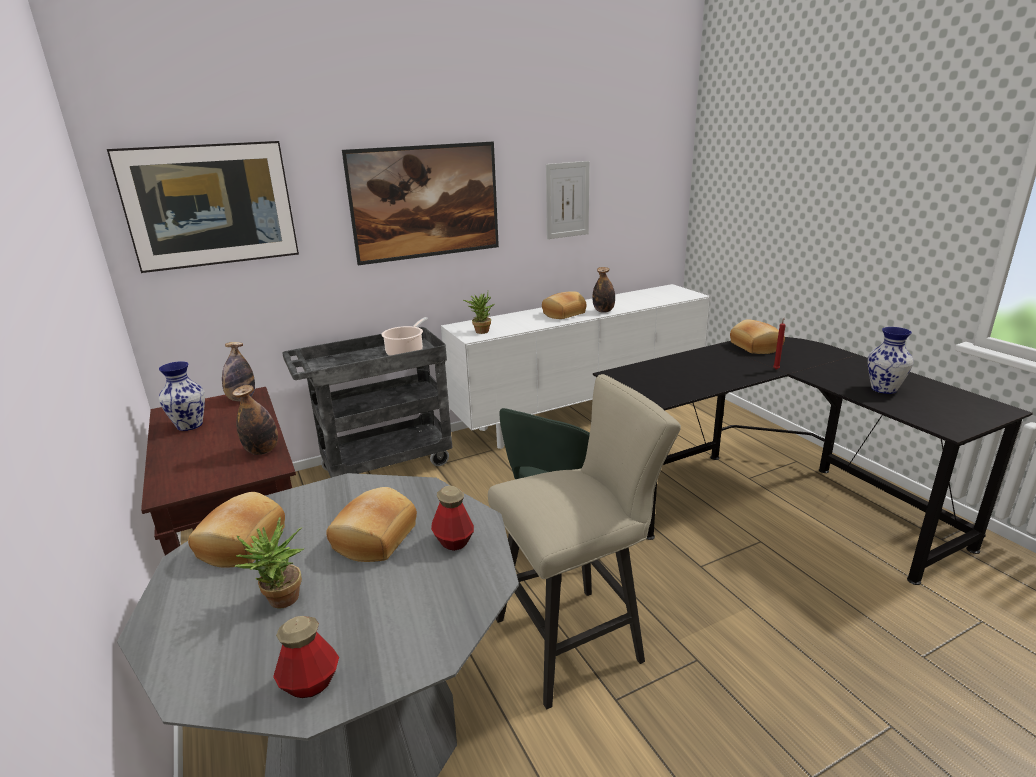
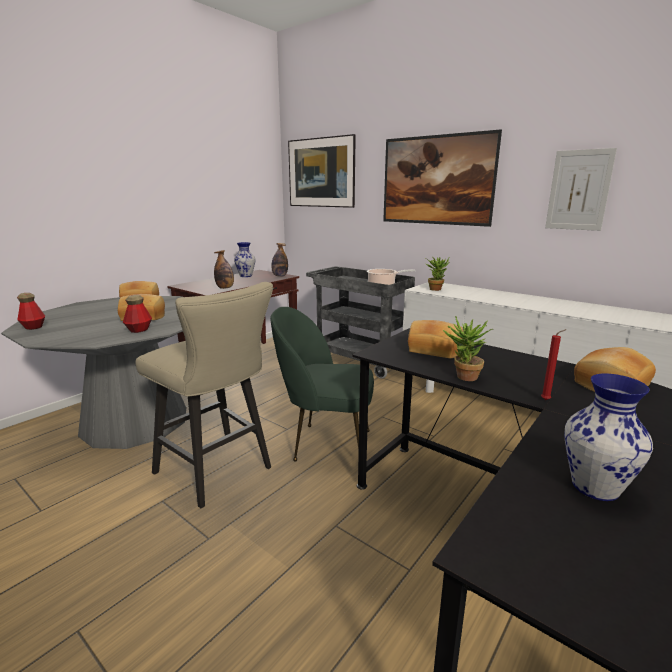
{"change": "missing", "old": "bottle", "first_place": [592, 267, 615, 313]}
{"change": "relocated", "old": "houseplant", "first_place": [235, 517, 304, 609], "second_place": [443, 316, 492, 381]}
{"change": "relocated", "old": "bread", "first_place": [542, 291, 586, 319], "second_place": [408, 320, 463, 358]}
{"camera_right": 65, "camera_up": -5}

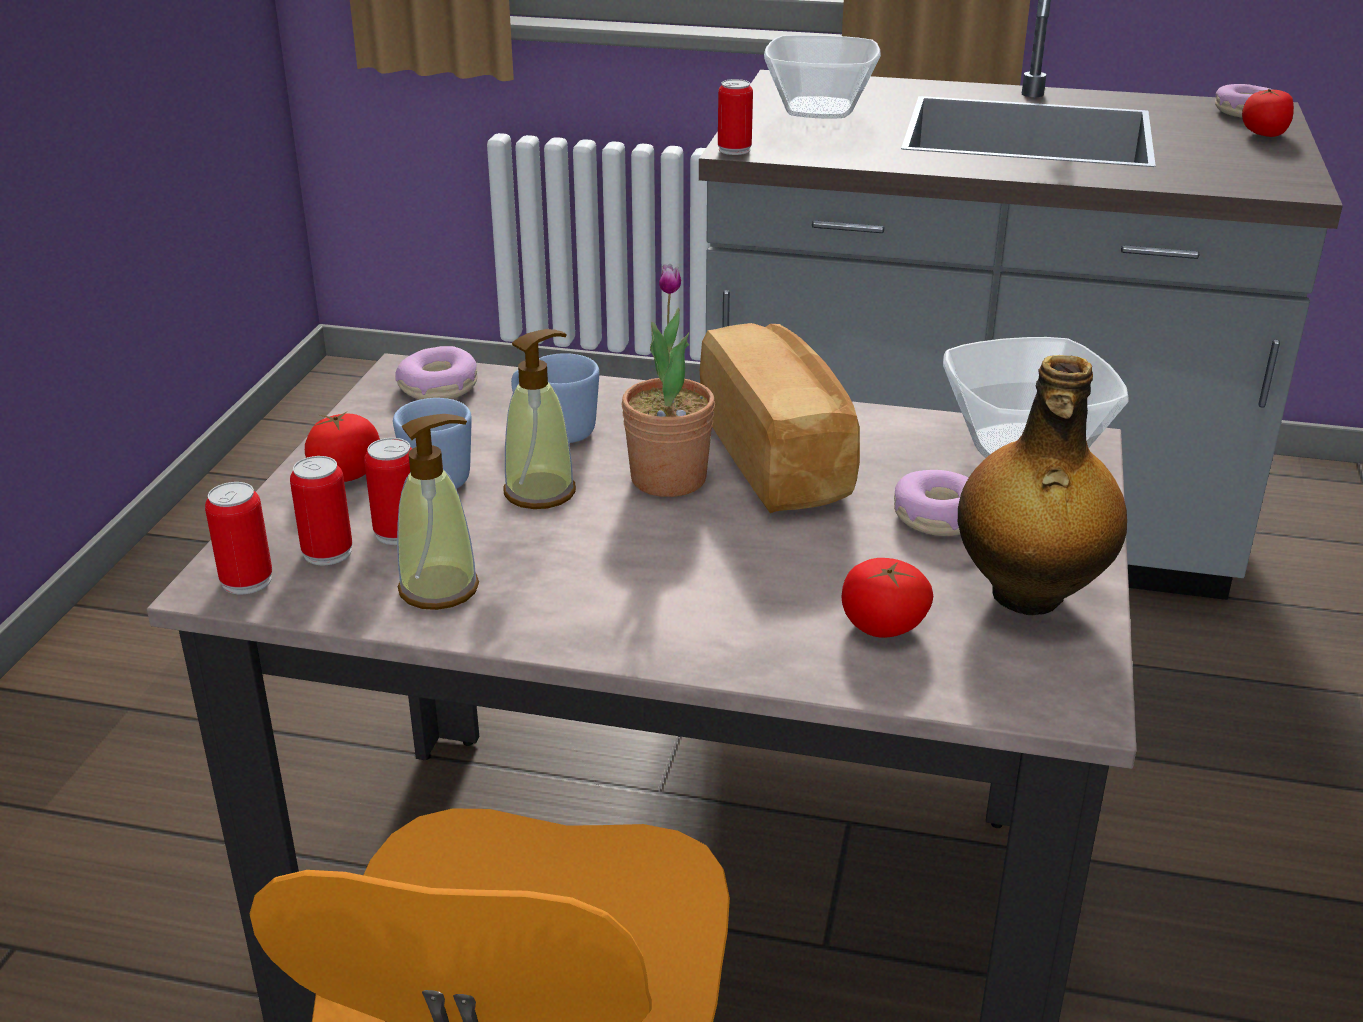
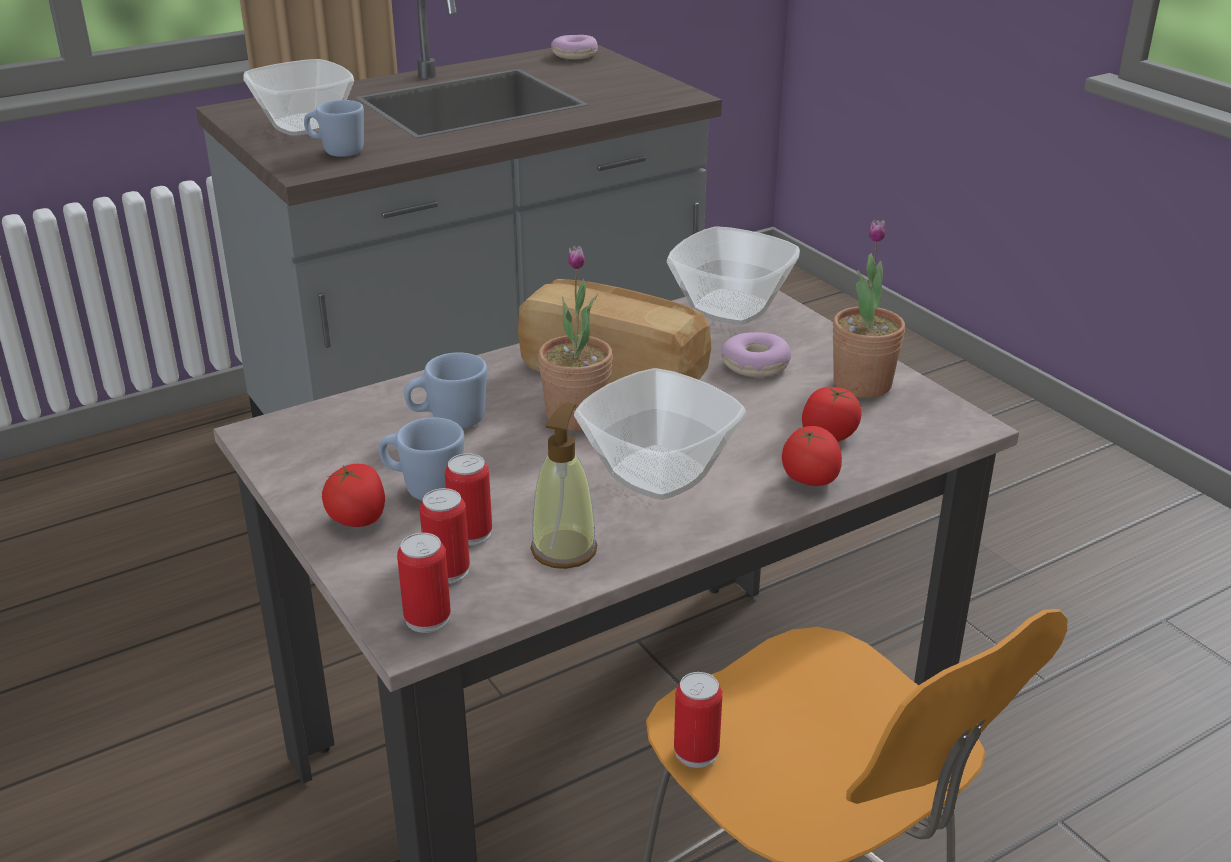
{"change": "missing", "old": "ring_doughnut", "first_place": [395, 346, 477, 400]}
{"change": "missing", "old": "soap_bottle", "first_place": [504, 329, 576, 509]}
{"change": "appeared", "new": "blue-coloured_mug", "second_place": [304, 100, 364, 157]}
{"change": "appeared", "new": "bowl", "second_place": [574, 368, 746, 500]}
{"change": "relocated", "old": "can", "first_place": [718, 79, 753, 155], "second_place": [674, 672, 723, 768]}
{"change": "relocated", "old": "fresh_tomato", "first_place": [1242, 88, 1294, 137], "second_place": [782, 426, 842, 486]}
{"change": "exchanged", "old": "bottle", "new": "houseplant", "first_place": [958, 355, 1127, 615], "second_place": [833, 220, 905, 398]}
{"camera_right": -45, "camera_up": 0}

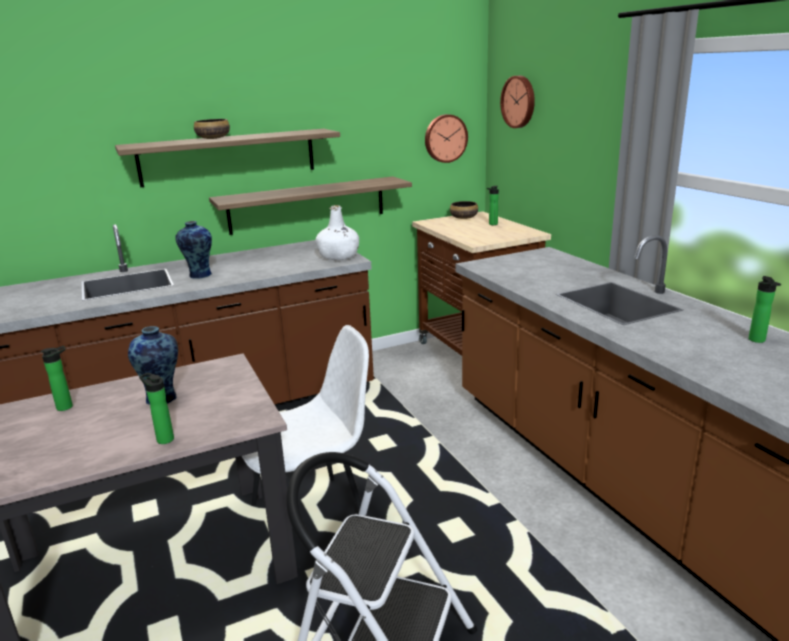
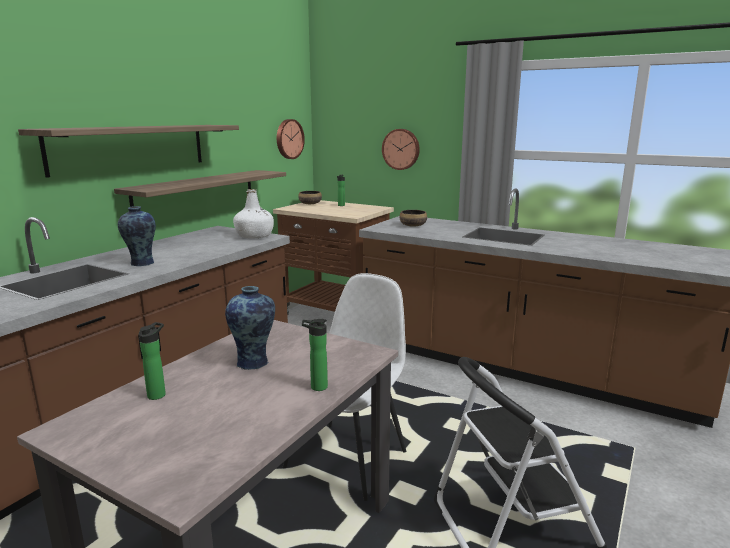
{"change": "missing", "old": "bottle", "first_place": [749, 276, 781, 343]}
{"change": "relocated", "old": "bowl", "first_place": [194, 119, 230, 139], "second_place": [399, 210, 427, 227]}
{"change": "relocated", "old": "clock_on_the_wall", "first_place": [500, 76, 535, 128], "second_place": [382, 129, 420, 170]}
{"camera_right": -35, "camera_up": -5}

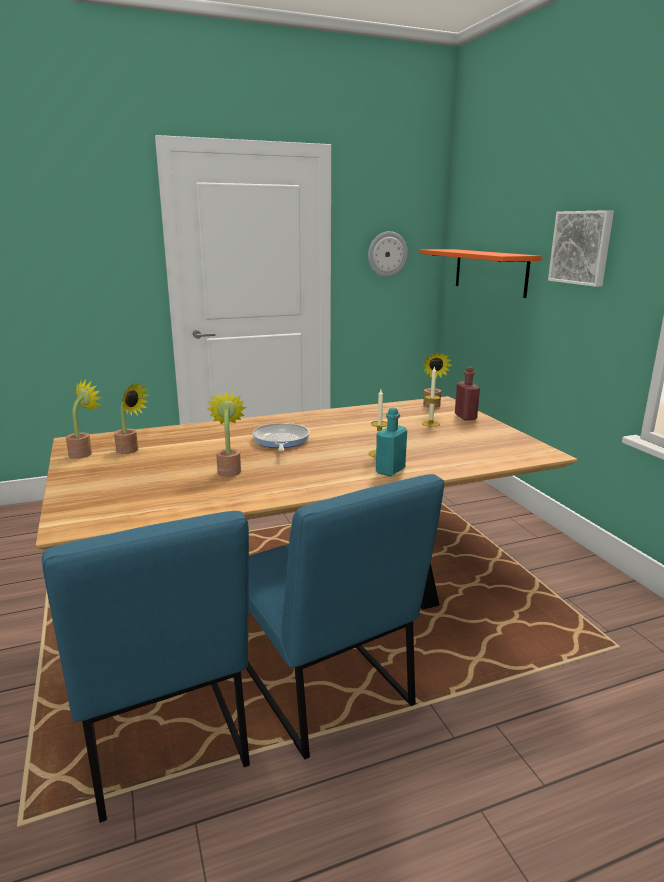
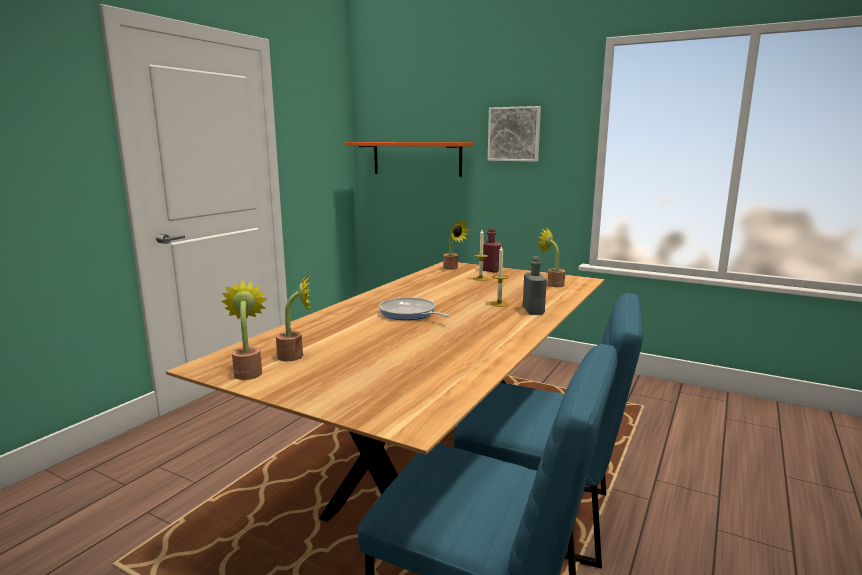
{"change": "missing", "old": "clock_on_the_wall", "first_place": [368, 231, 408, 277]}
{"change": "relocated", "old": "houseplant", "first_place": [207, 392, 246, 477], "second_place": [537, 228, 565, 287]}
{"change": "colour", "old": "turquoise-coloured_bottle", "new": "greyish_bottle", "first_place": [376, 407, 407, 476], "second_place": [523, 256, 547, 315]}
{"camera_right": -40, "camera_up": -5}

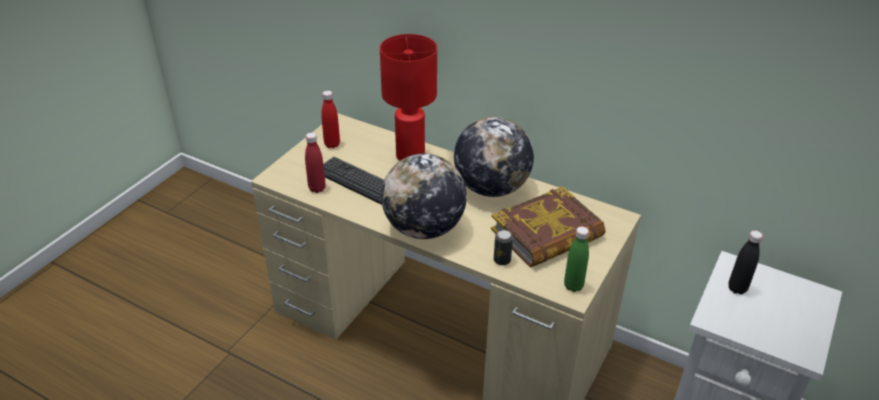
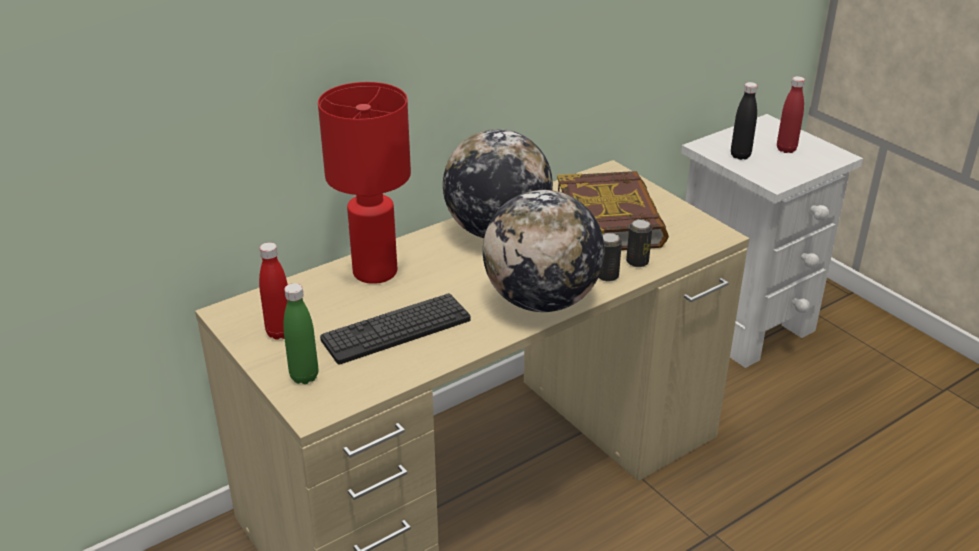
{"change": "appeared", "new": "can", "second_place": [599, 233, 622, 282]}
{"change": "relocated", "old": "red-coloured_bottle", "first_place": [305, 132, 326, 193], "second_place": [777, 76, 805, 153]}
{"change": "relocated", "old": "greenish_bottle", "first_place": [564, 226, 589, 292], "second_place": [283, 283, 318, 384]}
{"camera_right": -65, "camera_up": -5}

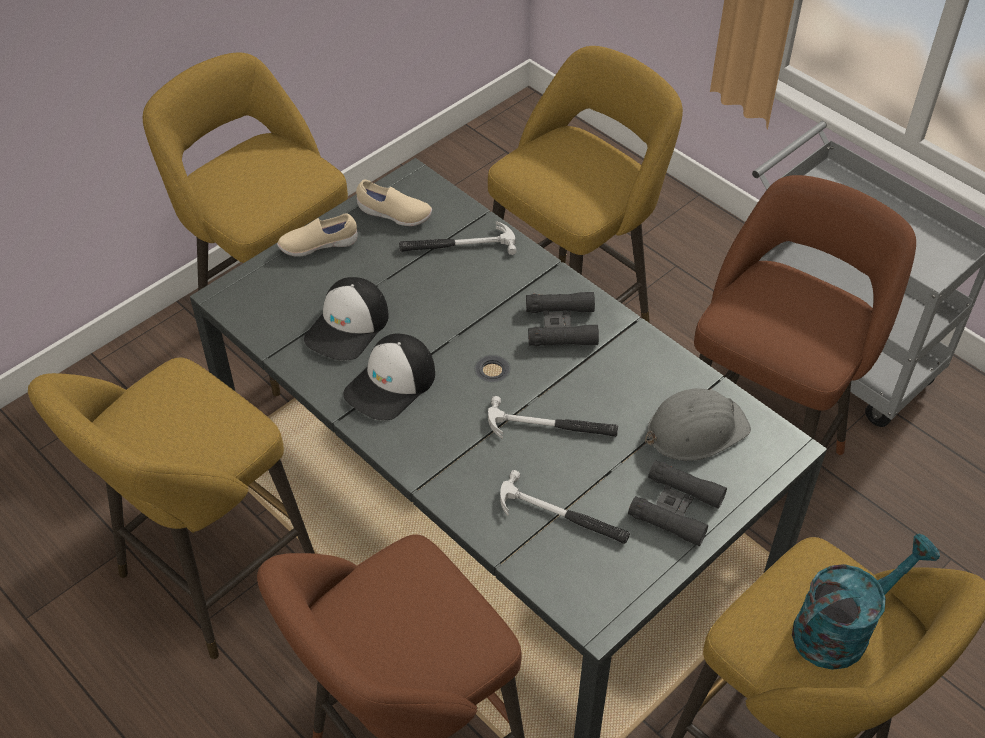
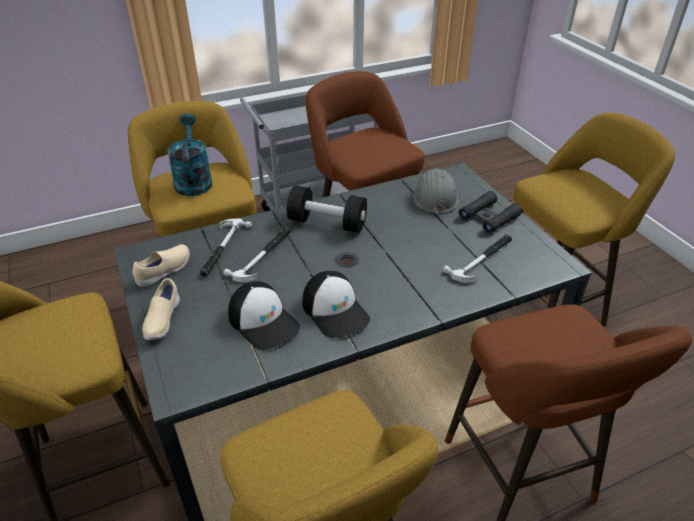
{"change": "relocated", "old": "hand_hammer", "first_place": [488, 396, 618, 439], "second_place": [223, 227, 291, 282]}
{"change": "relocated", "old": "turquoise-coloured_watering_can", "first_place": [792, 534, 940, 670], "second_place": [167, 114, 212, 196]}
{"change": "exchanged", "old": "blackish_field_glasses", "new": "blackish_dumbbell", "first_place": [526, 292, 599, 346], "second_place": [287, 185, 367, 233]}
{"camera_right": -70, "camera_up": -10}

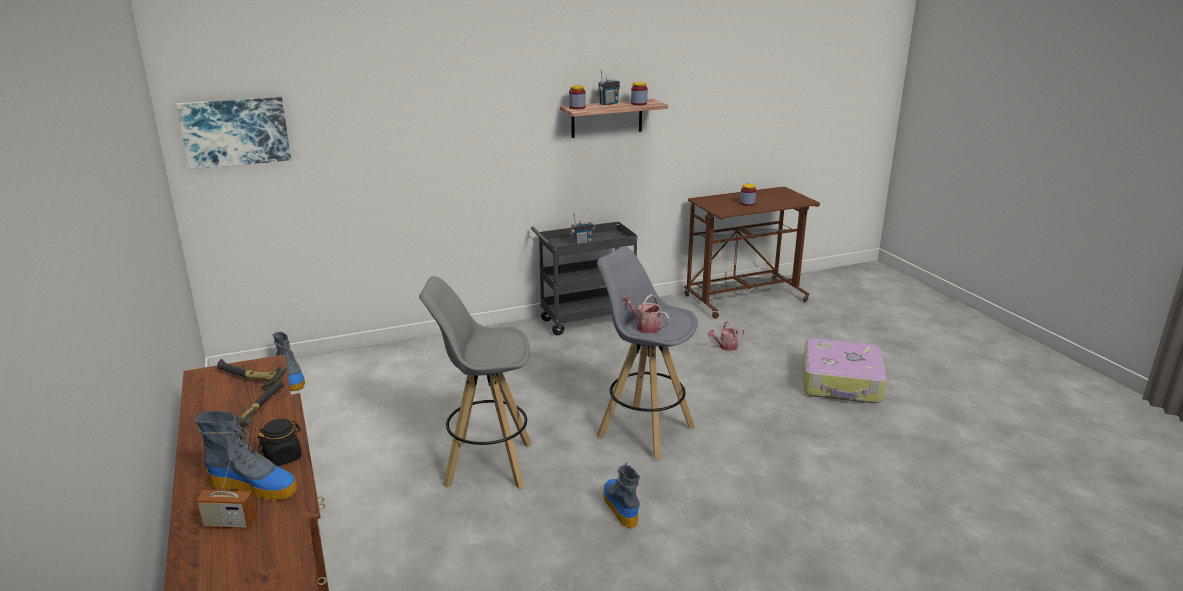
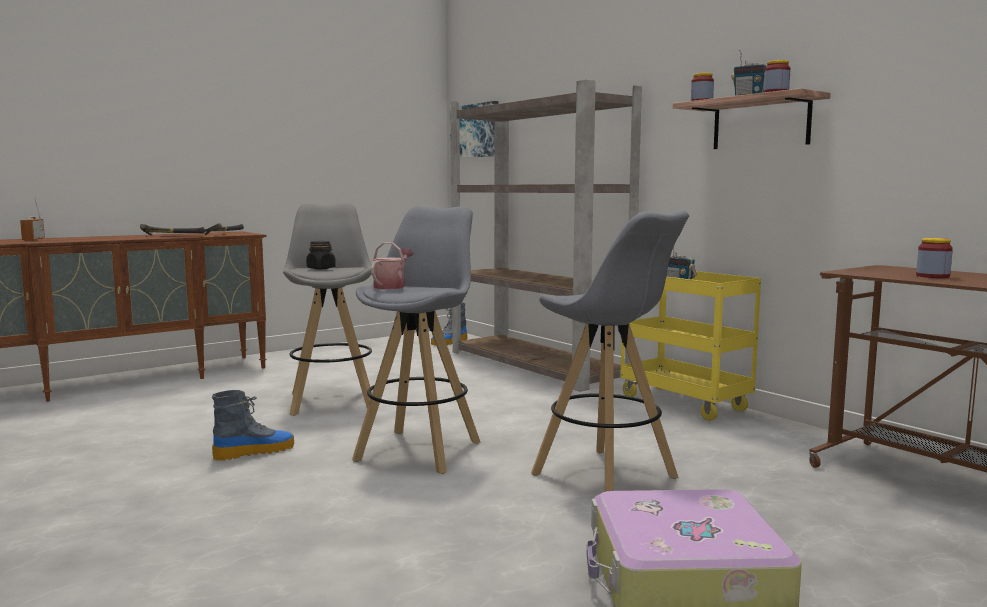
{"change": "missing", "old": "boot", "first_place": [195, 411, 297, 501]}
{"change": "missing", "old": "watering_can", "first_place": [708, 321, 745, 351]}
{"change": "appeared", "new": "brown_shelving_unit", "second_place": [450, 80, 642, 392]}
{"change": "appeared", "new": "greyish_sitting_stool", "second_place": [531, 210, 689, 492]}
{"change": "relocated", "old": "blackish_preserve_jar", "first_place": [258, 419, 302, 466], "second_place": [306, 241, 336, 269]}
{"change": "colour", "old": "greyish_wheeled_cart", "new": "yellow-coloured_wheeled_cart", "first_place": [531, 222, 637, 335], "second_place": [620, 271, 761, 421]}
{"camera_right": 75, "camera_up": -15}

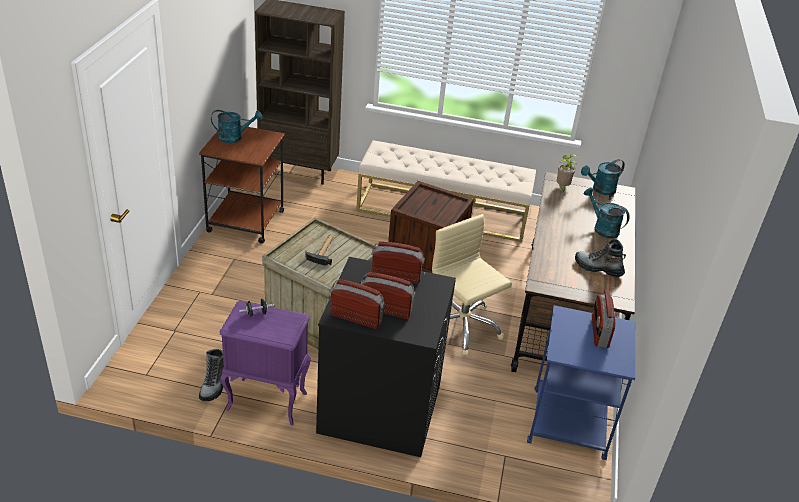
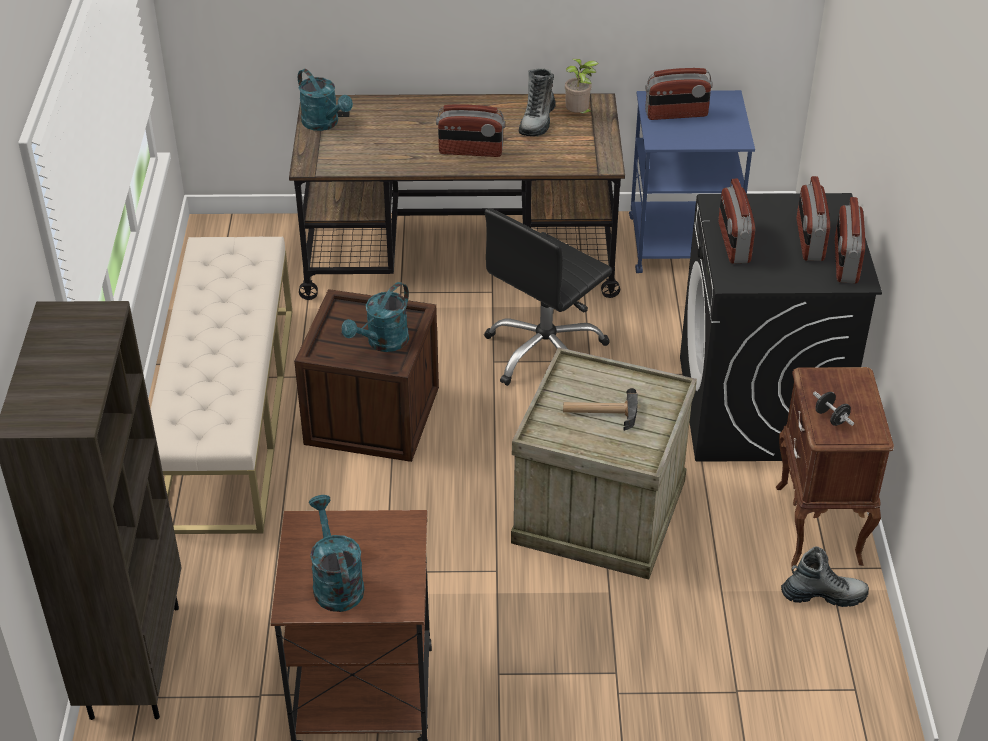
{"change": "appeared", "new": "radio", "second_place": [436, 104, 505, 157]}
{"change": "relocated", "old": "houseplant", "first_place": [557, 154, 577, 192], "second_place": [565, 59, 599, 114]}
{"change": "relocated", "old": "turquoise-coloured_watering_can", "first_place": [584, 188, 630, 238], "second_place": [342, 282, 409, 352]}
{"change": "colour", "old": "purple_night_table", "new": "brown_night_table", "first_place": [220, 301, 311, 426], "second_place": [776, 367, 894, 567]}
{"change": "colour", "old": "beige_office_chair", "new": "blackish_office_chair", "first_place": [432, 214, 512, 356], "second_place": [484, 208, 612, 386]}
{"camera_right": -100, "camera_up": 5}

